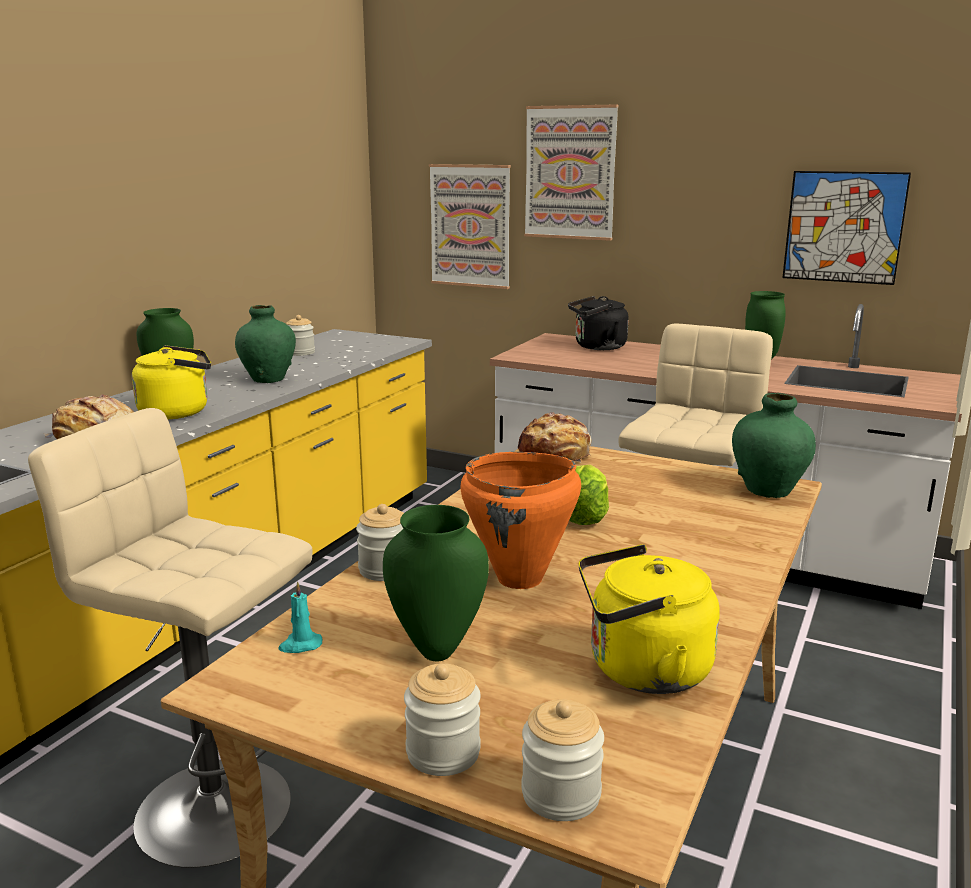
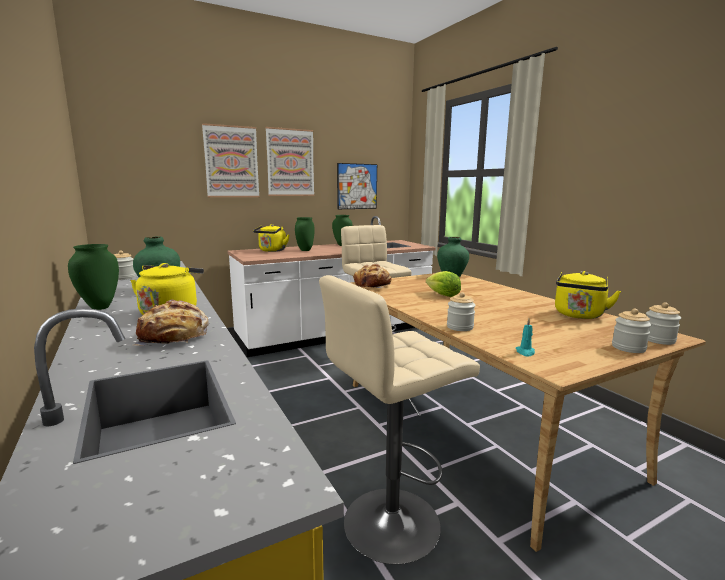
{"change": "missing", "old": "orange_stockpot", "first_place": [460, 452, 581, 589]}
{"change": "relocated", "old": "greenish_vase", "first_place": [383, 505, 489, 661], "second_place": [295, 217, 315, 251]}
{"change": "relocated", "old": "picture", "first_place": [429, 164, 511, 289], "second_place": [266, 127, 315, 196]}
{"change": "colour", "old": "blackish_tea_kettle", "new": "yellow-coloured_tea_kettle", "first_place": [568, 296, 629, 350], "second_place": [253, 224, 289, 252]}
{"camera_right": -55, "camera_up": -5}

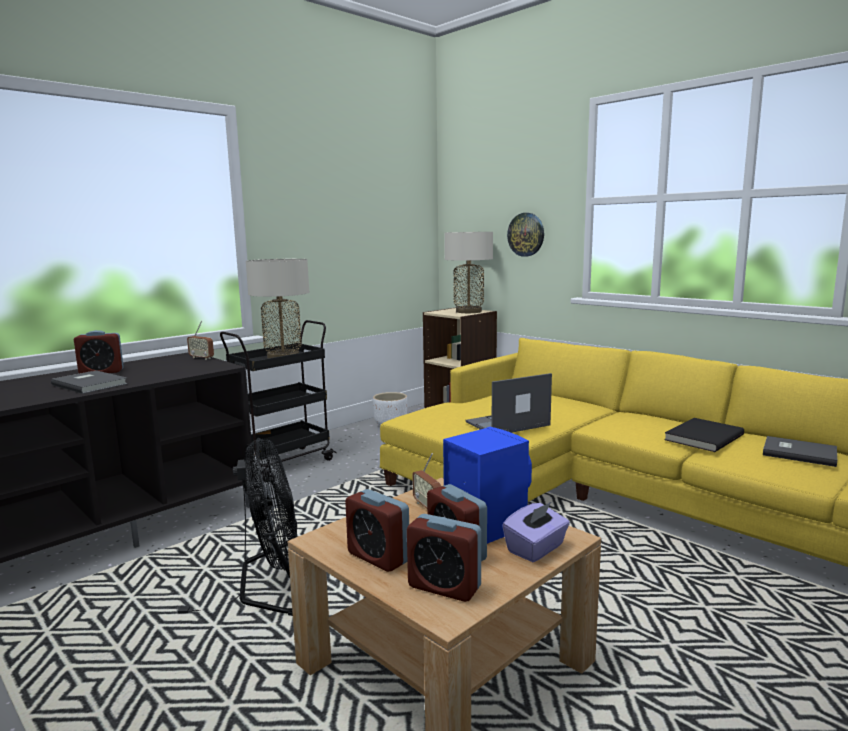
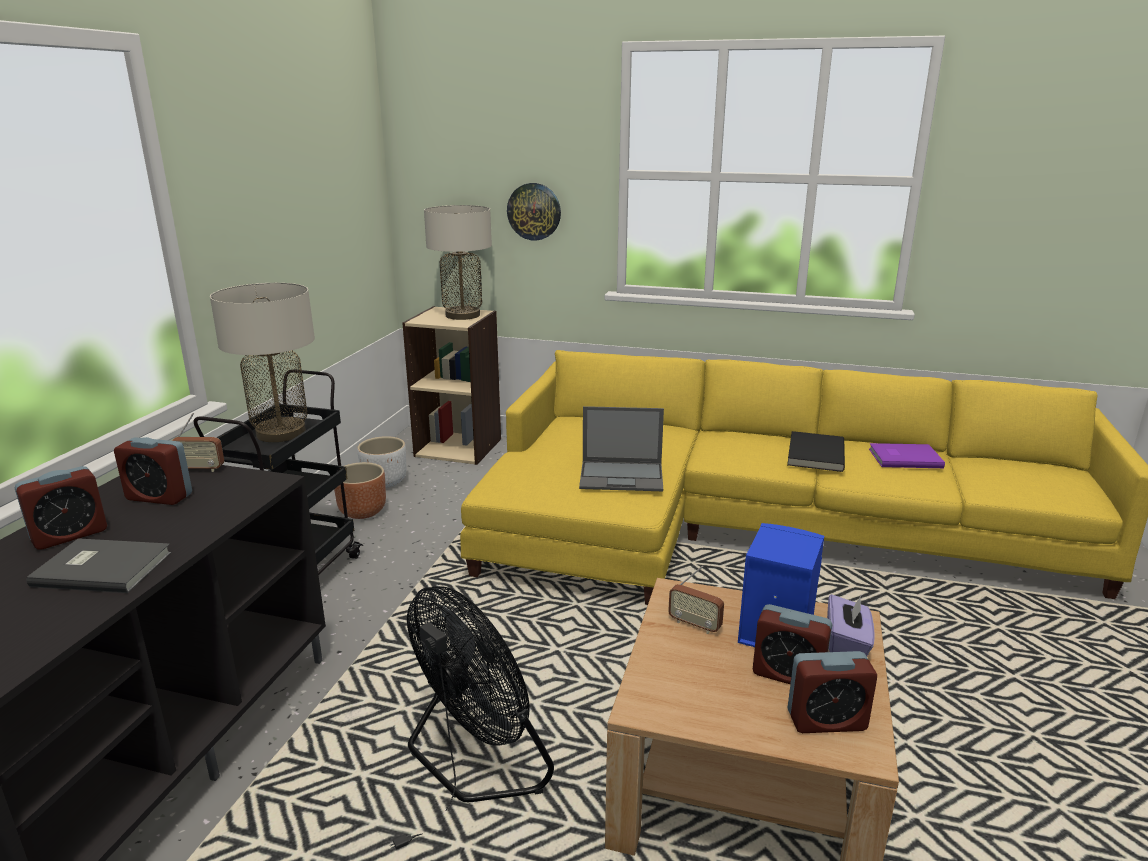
{"change": "appeared", "new": "brown_planter", "second_place": [334, 462, 386, 519]}
{"change": "relocated", "old": "table_clock", "first_place": [345, 489, 409, 572], "second_place": [114, 437, 192, 505]}
{"change": "colour", "old": "greyish_book", "new": "purple_book", "first_place": [763, 436, 837, 467], "second_place": [869, 443, 945, 468]}
{"change": "spun", "old": "portable_computer", "first_place": [466, 373, 552, 433], "second_place": [579, 406, 664, 491], "degrees": -120}
{"camera_right": -30, "camera_up": 10}

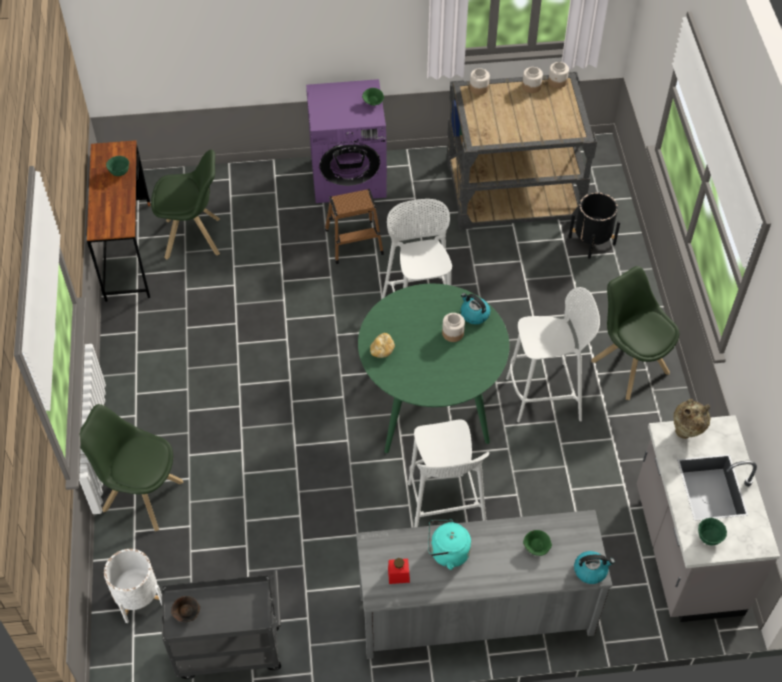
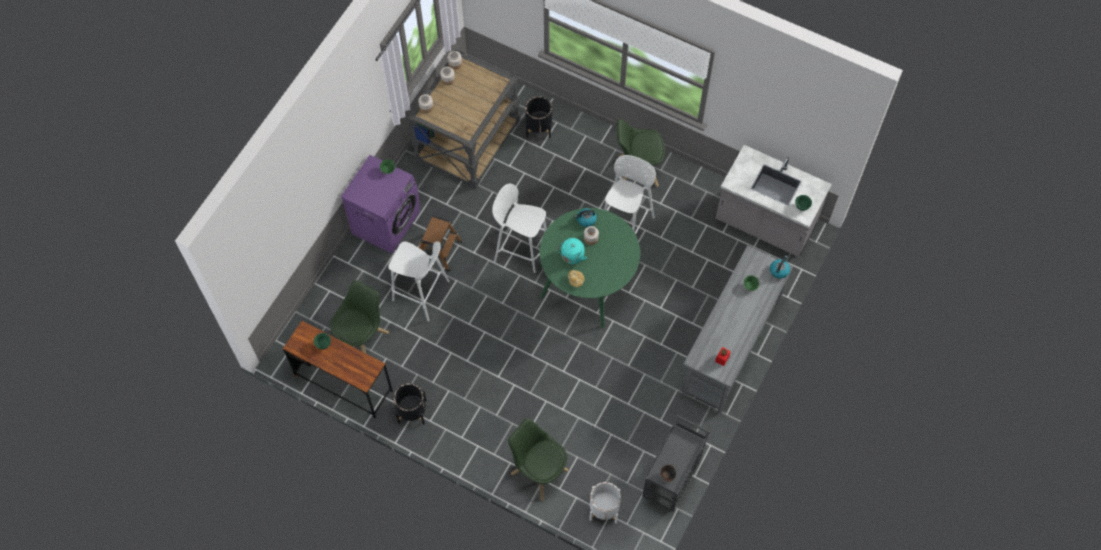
{"change": "missing", "old": "beige_vase", "first_place": [674, 399, 711, 439]}
{"change": "appeared", "new": "blackish_planter", "second_place": [394, 383, 427, 425]}
{"change": "relocated", "old": "whitish_sitting_stool", "first_place": [408, 419, 489, 527], "second_place": [388, 241, 450, 322]}
{"change": "relocated", "old": "turquoise-coloured_tea_kettle", "first_place": [428, 520, 471, 570], "second_place": [557, 238, 587, 264]}
{"change": "spun", "old": "greenish_chair", "first_place": [80, 404, 184, 531], "second_place": [508, 418, 568, 501], "degrees": 75}
{"camera_right": -55, "camera_up": 10}

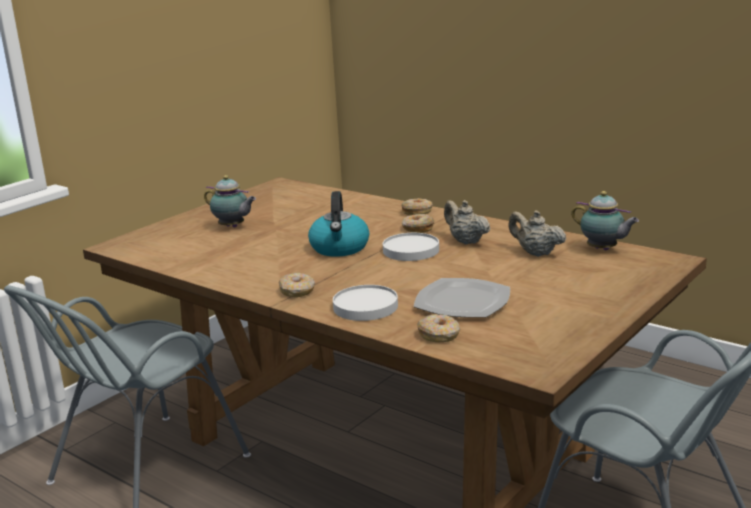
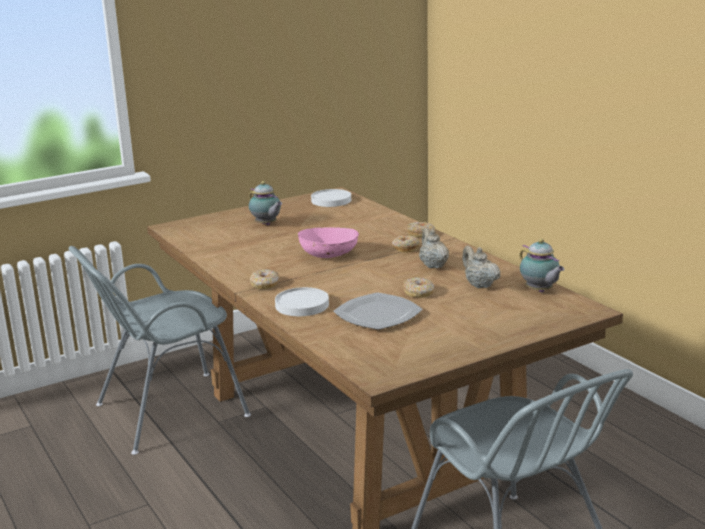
{"change": "relocated", "old": "whitish_plate", "first_place": [383, 233, 439, 261], "second_place": [311, 189, 351, 207]}
{"change": "relocated", "old": "ring_doughnut", "first_place": [417, 314, 460, 342], "second_place": [403, 277, 434, 298]}
{"change": "exchanged", "old": "tea_kettle", "new": "pink-coloured_bowl", "first_place": [308, 191, 369, 257], "second_place": [298, 227, 359, 258]}
{"camera_right": 20, "camera_up": 0}

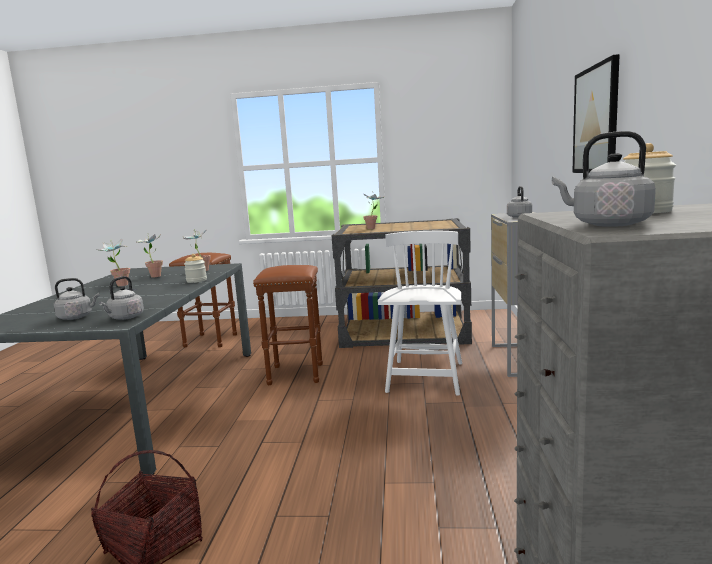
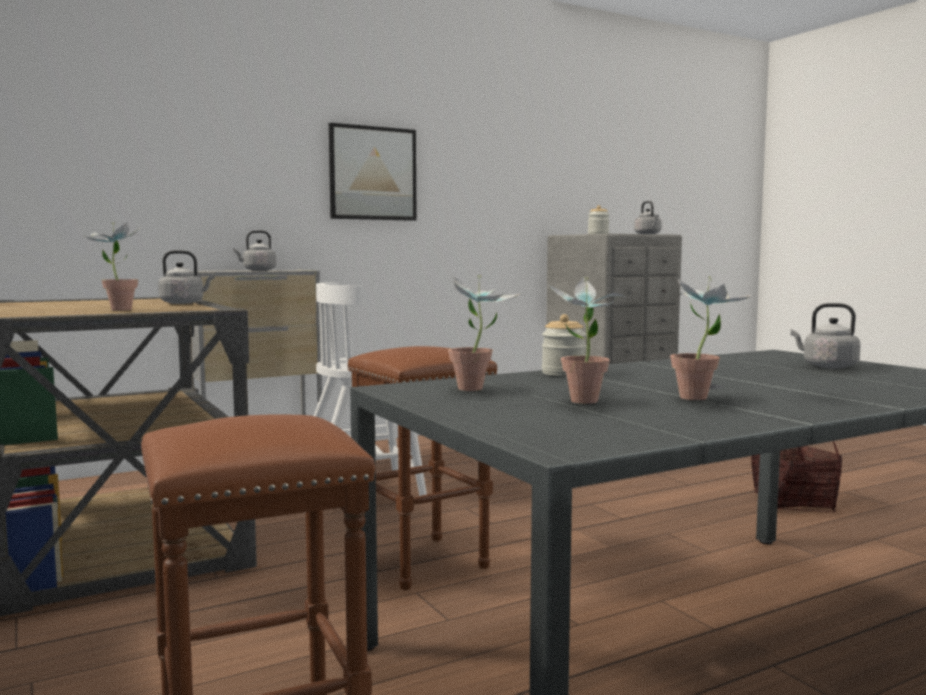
{"change": "relocated", "old": "greyish_tea_kettle", "first_place": [98, 276, 144, 320], "second_place": [158, 250, 214, 304]}
{"camera_right": -125, "camera_up": -5}

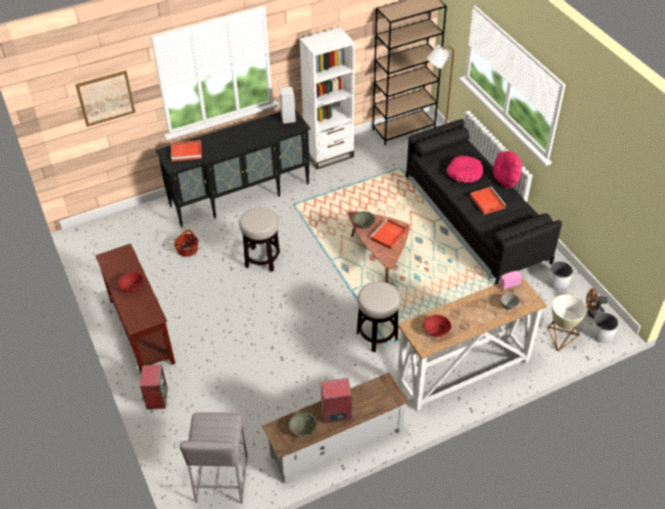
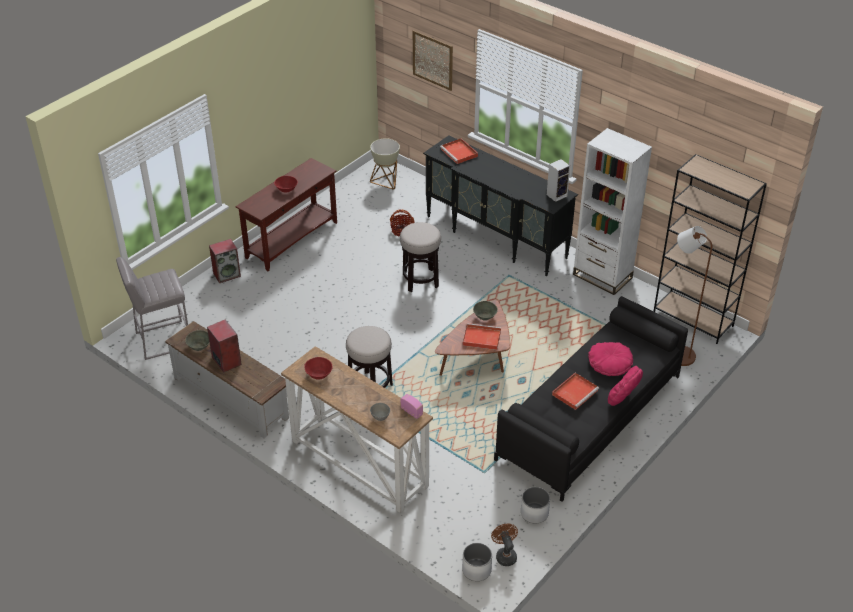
{"change": "relocated", "old": "planter", "first_place": [548, 294, 587, 351], "second_place": [369, 138, 400, 189]}
{"camera_right": 65, "camera_up": -5}

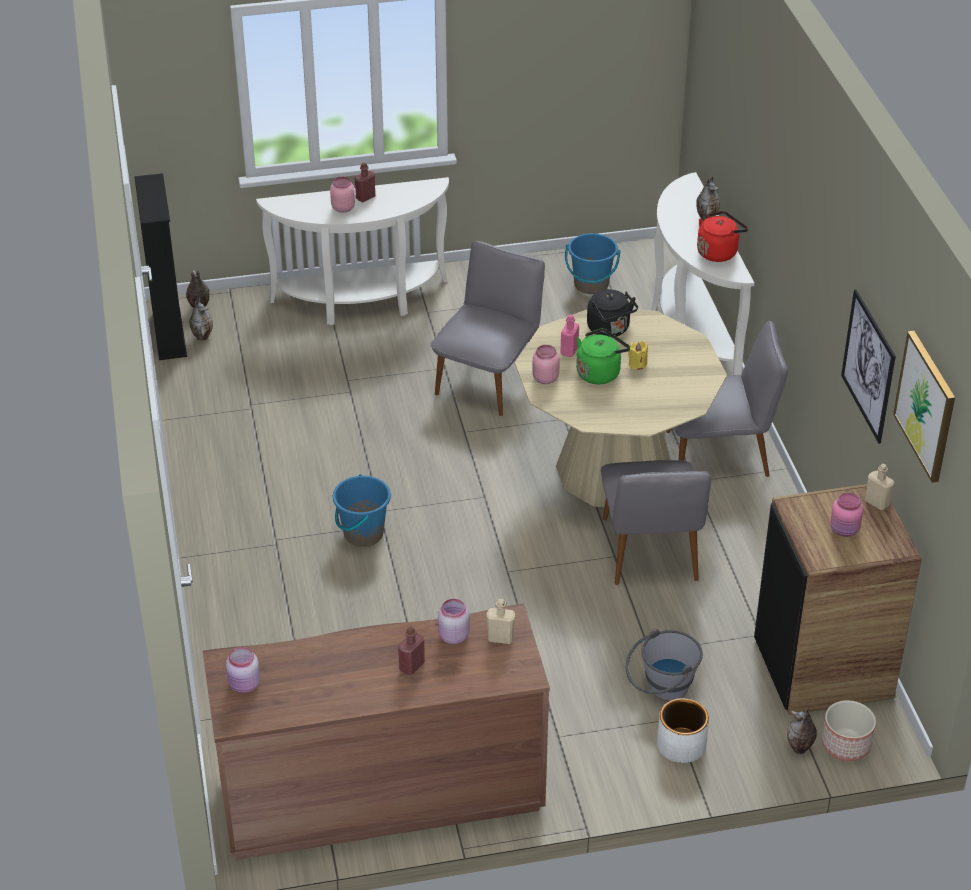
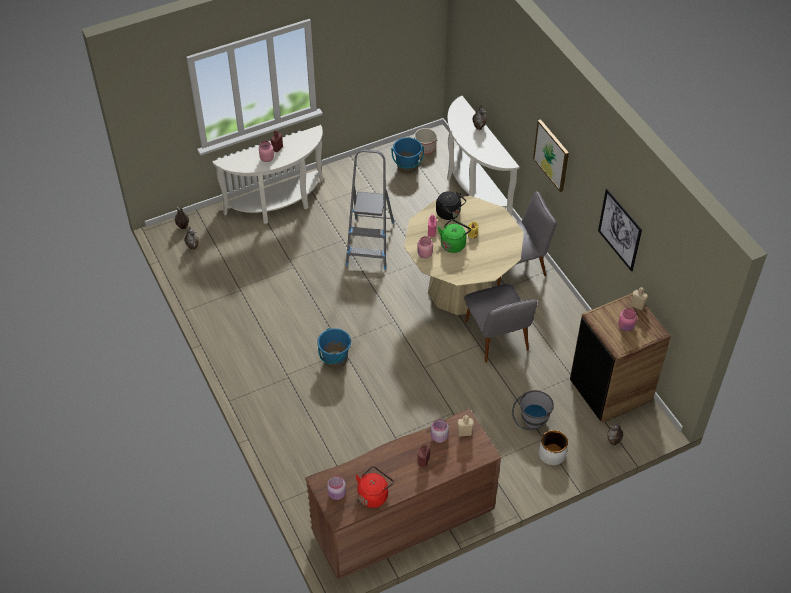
{"change": "missing", "old": "blackish_shelving_unit", "first_place": [134, 173, 187, 360]}
{"change": "relocated", "old": "red-coloured_tea_kettle", "first_place": [697, 211, 748, 262], "second_place": [355, 466, 394, 508]}
{"change": "relocated", "old": "planter", "first_place": [821, 700, 876, 761], "second_place": [414, 128, 437, 155]}
{"change": "relocated", "old": "picture", "first_place": [893, 331, 955, 483], "second_place": [533, 119, 569, 192]}
{"change": "exchanged", "old": "greyish_chair", "new": "greyish_step_ladder", "first_place": [430, 241, 545, 416], "second_place": [346, 150, 394, 269]}
{"camera_right": -15, "camera_up": 10}

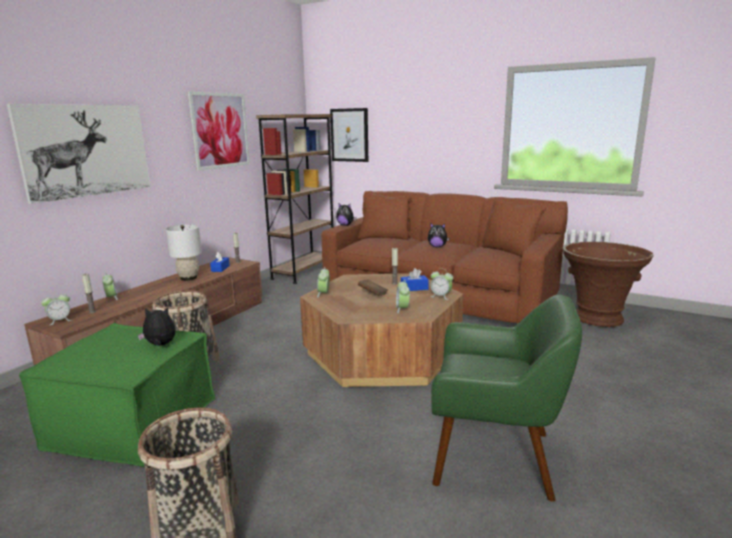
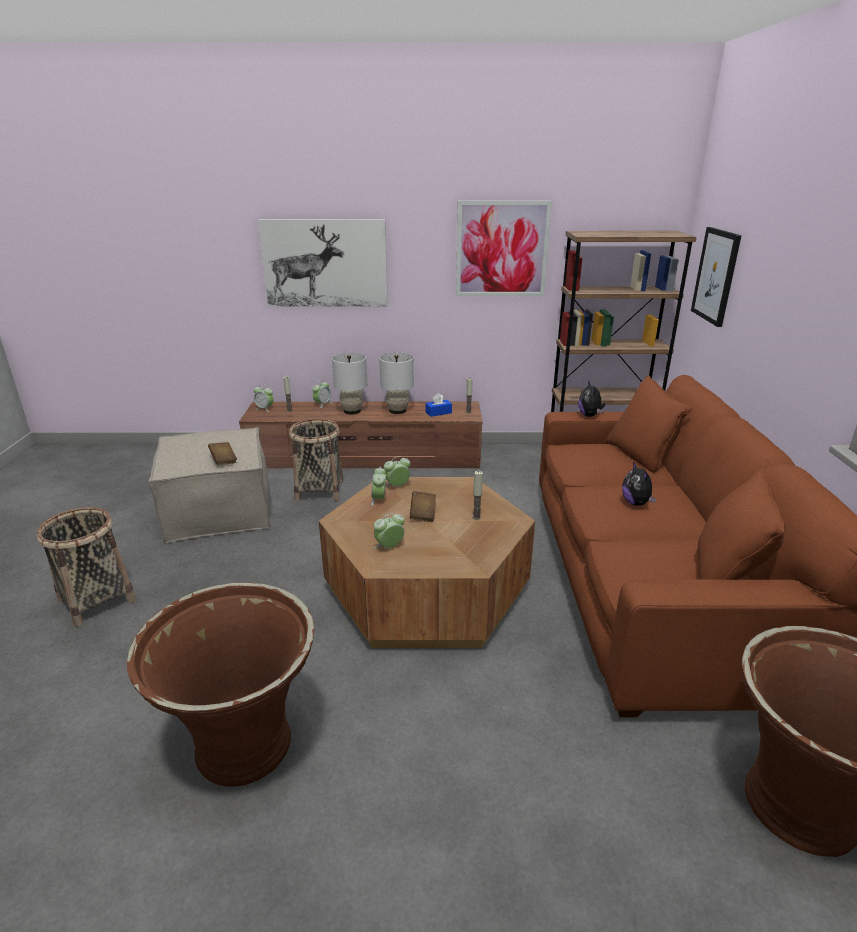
{"change": "missing", "old": "blue-coloured_tissue_box", "first_place": [401, 268, 429, 291]}
{"change": "appeared", "new": "whitish_lamp_for_a_table", "second_place": [332, 353, 367, 415]}
{"change": "relocated", "old": "table_clock", "first_place": [430, 271, 453, 300], "second_place": [371, 467, 386, 506]}
{"change": "exchanged", "old": "soft_toy", "new": "brown_book", "first_place": [137, 308, 176, 346], "second_place": [208, 442, 237, 465]}
{"change": "exchanged", "old": "greenish_lounge_chair", "new": "brown_planter", "first_place": [431, 294, 582, 502], "second_place": [127, 582, 314, 787]}
{"change": "colour", "old": "greenish_ottoman", "new": "beige_ottoman", "first_place": [19, 323, 215, 467], "second_place": [148, 427, 271, 543]}
{"camera_right": 60, "camera_up": 10}

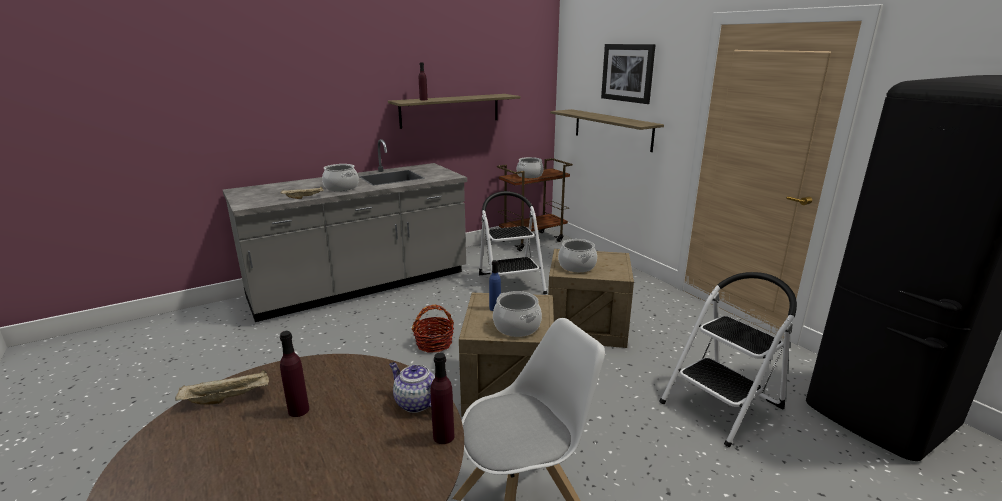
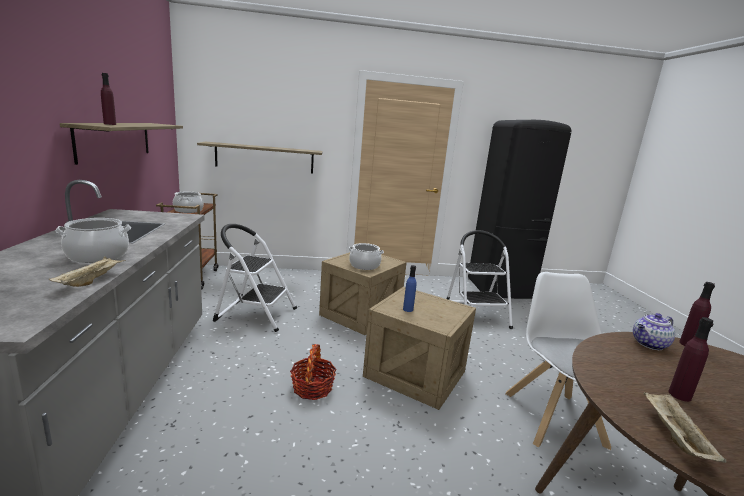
{"change": "missing", "old": "stockpot", "first_place": [493, 291, 542, 337]}
{"change": "missing", "old": "picture", "first_place": [601, 44, 656, 104]}
{"camera_right": -65, "camera_up": -5}

